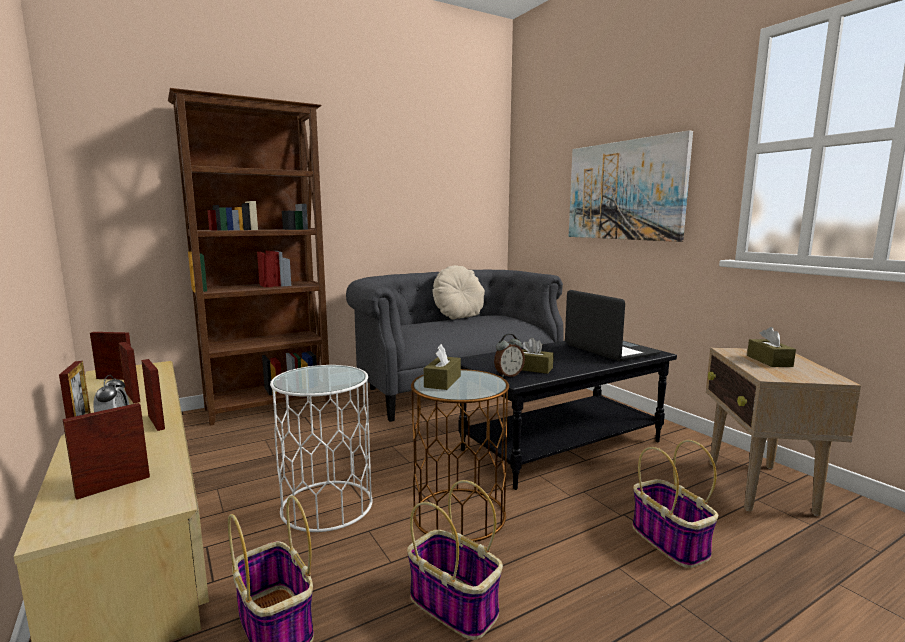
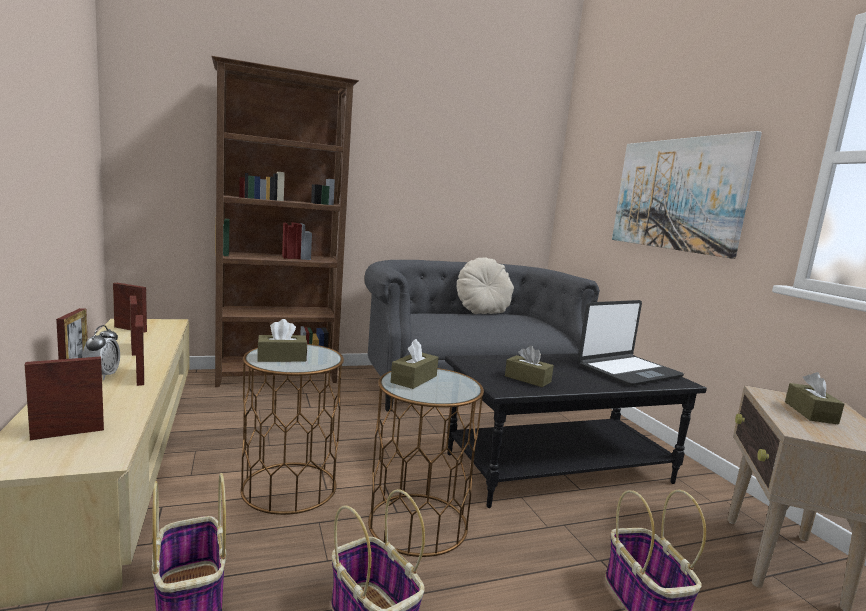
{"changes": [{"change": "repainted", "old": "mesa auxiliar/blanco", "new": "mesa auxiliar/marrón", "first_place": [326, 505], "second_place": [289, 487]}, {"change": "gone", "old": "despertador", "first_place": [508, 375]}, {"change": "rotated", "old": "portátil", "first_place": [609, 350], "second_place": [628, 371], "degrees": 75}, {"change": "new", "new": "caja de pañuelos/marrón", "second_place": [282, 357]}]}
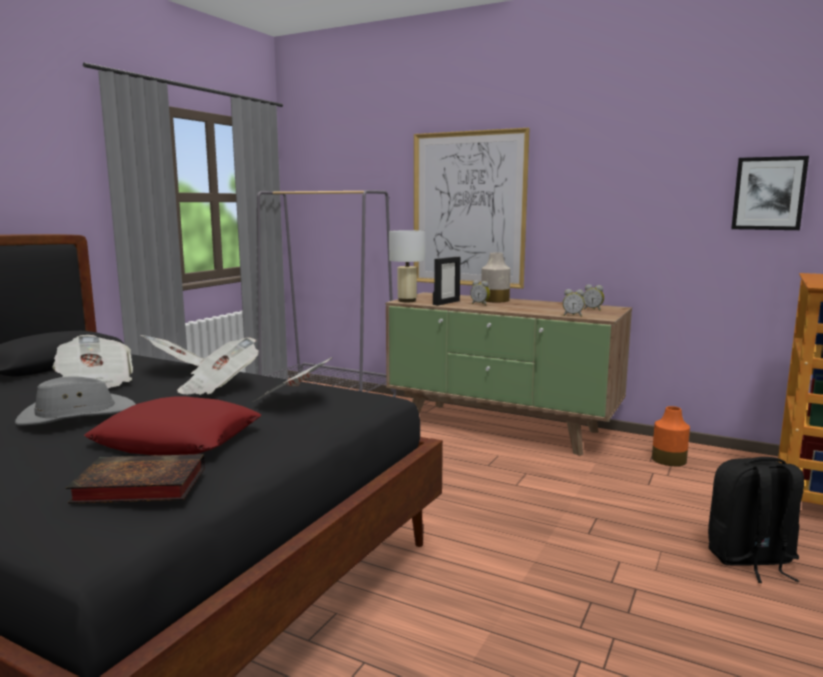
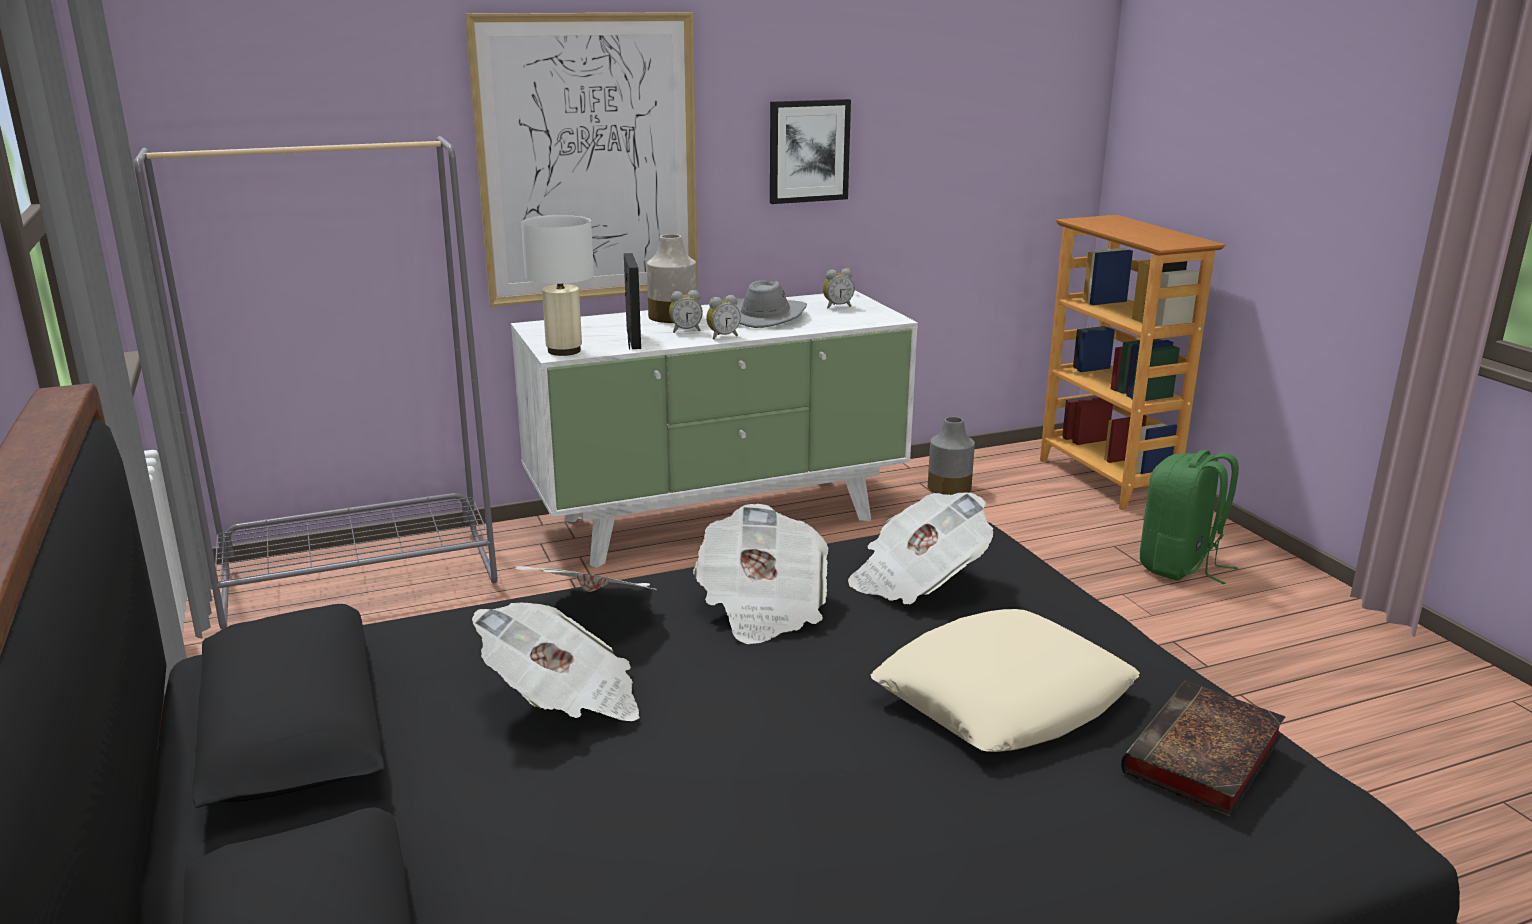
{"changes": [{"change": "shifted", "old": "sombrero/gris", "first_place": [76, 415], "second_place": [765, 316]}, {"change": "repainted", "old": "cojín/rojo", "new": "cojín/beis", "first_place": [178, 440], "second_place": [1003, 697]}, {"change": "repainted", "old": "cómoda/verde", "new": "cómoda/blanco", "first_place": [502, 427], "second_place": [717, 518]}, {"change": "shifted", "old": "despertador", "first_place": [573, 315], "second_place": [722, 336]}, {"change": "repainted", "old": "florero/naranja", "new": "florero/gris", "first_place": [669, 459], "second_place": [949, 487]}, {"change": "repainted", "old": "mochila/negro", "new": "mochila/verde", "first_place": [750, 560], "second_place": [1180, 566]}, {"change": "shifted", "old": "cuadro", "first_place": [768, 193], "second_place": [808, 151]}]}
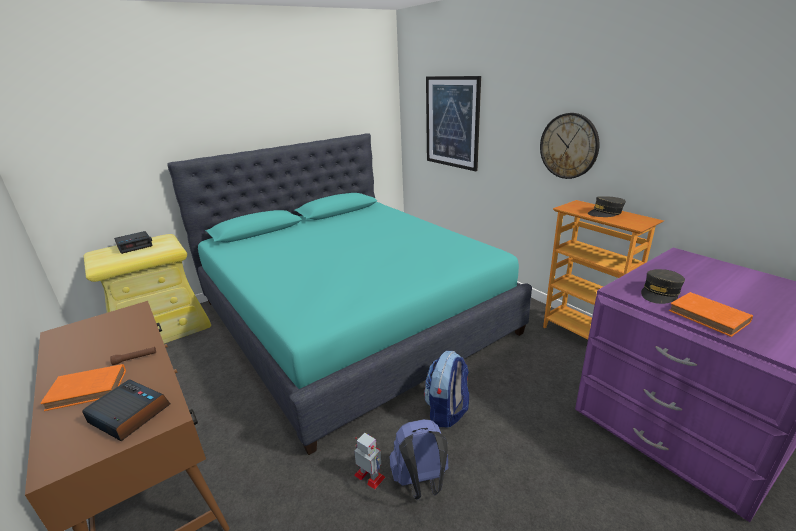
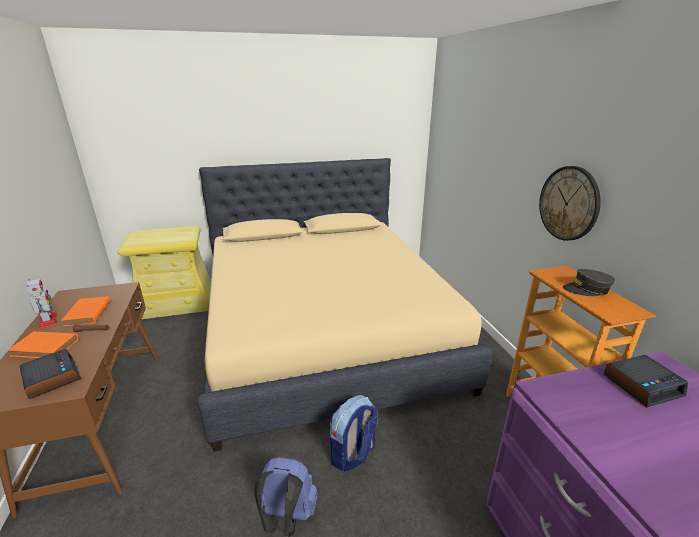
{"changes": [{"change": "shifted", "old": "despertador", "first_place": [135, 245], "second_place": [642, 385]}, {"change": "repainted", "old": "cama/turquesa", "new": "cama/beis", "first_place": [352, 316], "second_place": [324, 330]}, {"change": "shifted", "old": "robot de juguete", "first_place": [370, 476], "second_place": [48, 320]}, {"change": "gone", "old": "cuadro", "first_place": [452, 122]}, {"change": "gone", "old": "gorra/gris", "first_place": [660, 293]}, {"change": "shifted", "old": "libro/naranja", "first_place": [710, 317], "second_place": [87, 314]}]}
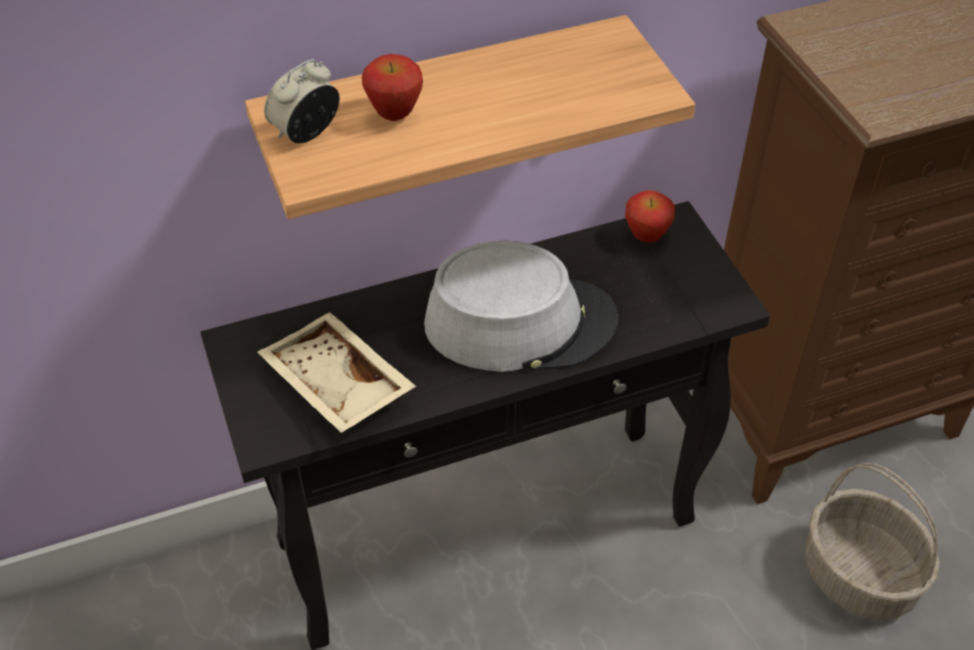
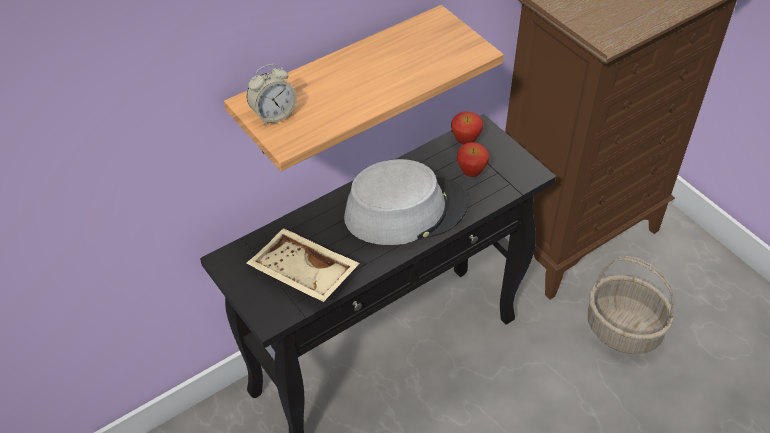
{"changes": [{"change": "rotated", "old": "despertador", "first_place": [306, 133], "second_place": [273, 115], "degrees": -150}, {"change": "shifted", "old": "manzana", "first_place": [395, 115], "second_place": [471, 173]}]}
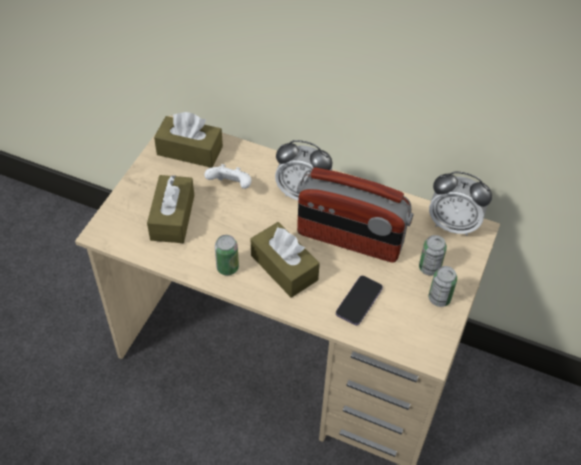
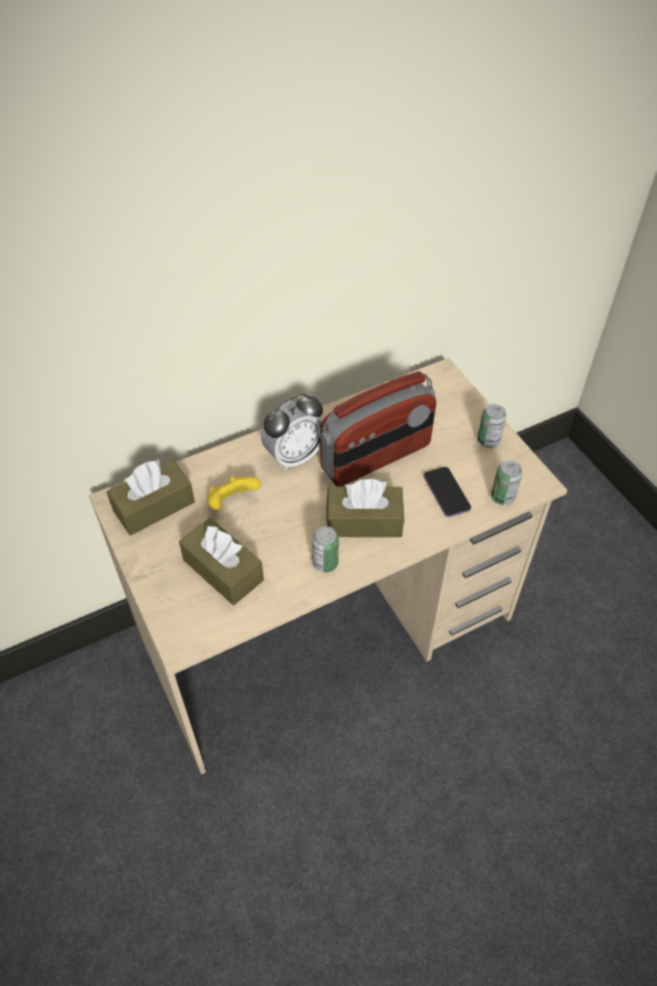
{"changes": [{"change": "repainted", "old": "mando de consola/blanco", "new": "mando de consola/amarillo", "first_place": [230, 186], "second_place": [232, 502]}, {"change": "shifted", "old": "lata", "first_place": [429, 268], "second_place": [502, 497]}, {"change": "gone", "old": "despertador", "first_place": [453, 224]}]}
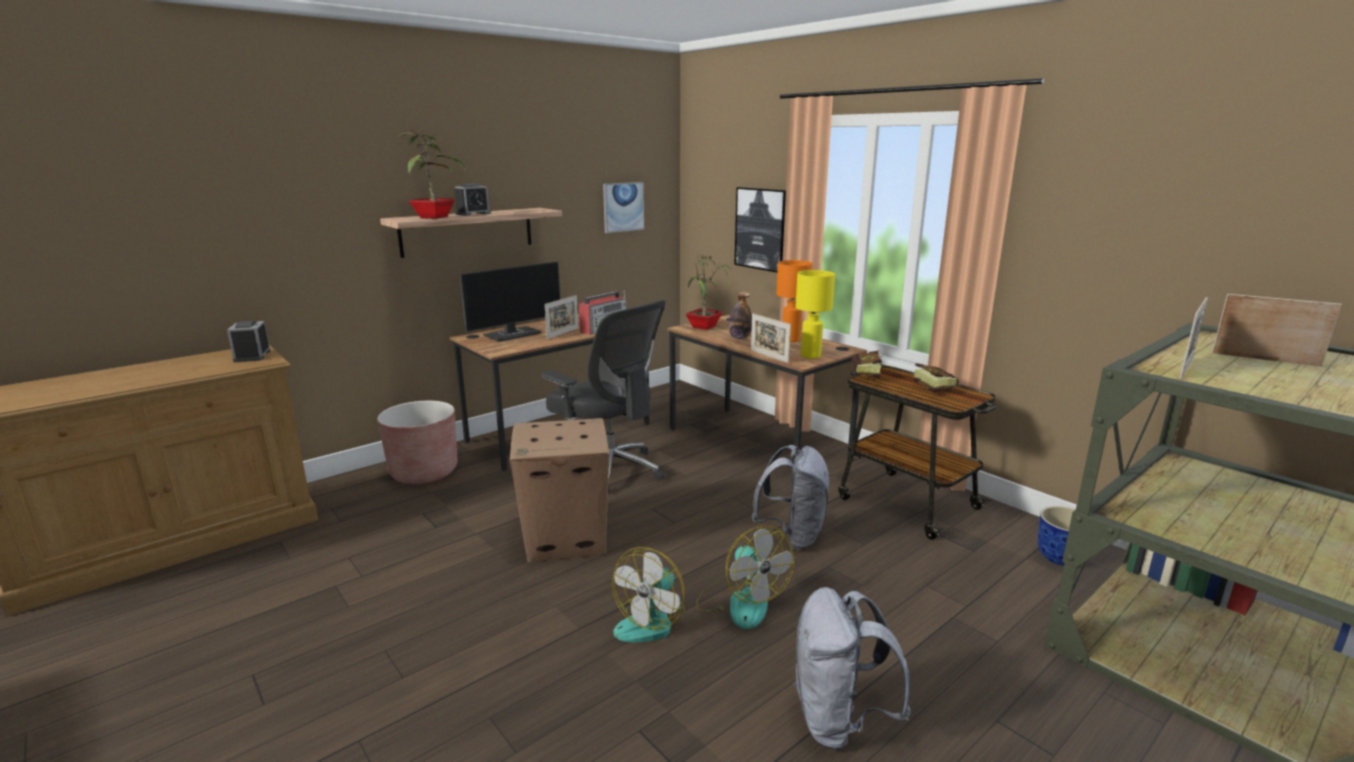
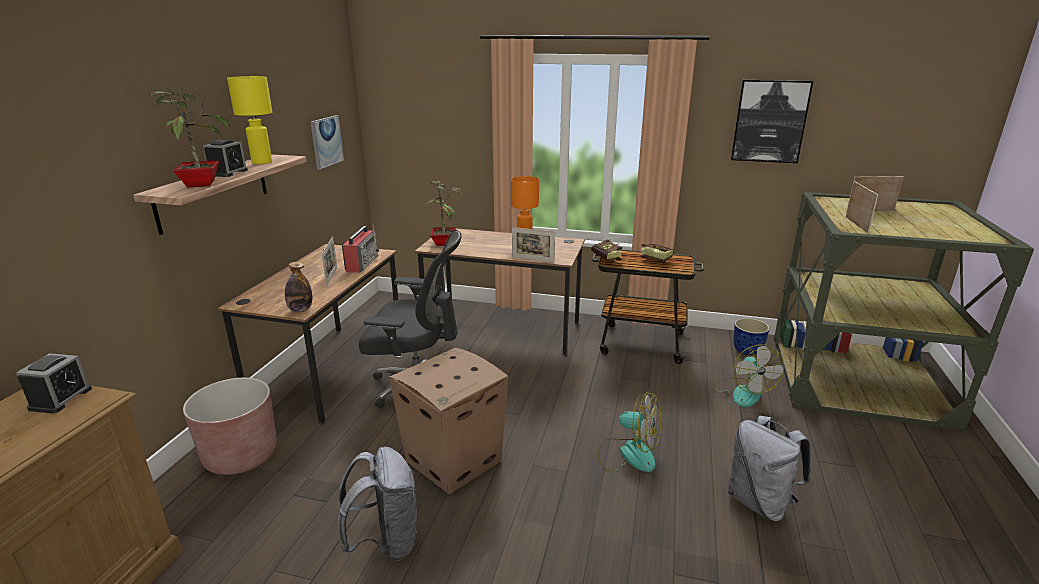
{"changes": [{"change": "rotated", "old": "despertador", "first_place": [252, 356], "second_place": [61, 399], "degrees": -120}, {"change": "gone", "old": "monitor", "first_place": [513, 334]}, {"change": "shifted", "old": "ventilador", "first_place": [651, 621], "second_place": [742, 392]}, {"change": "shifted", "old": "botella", "first_place": [739, 338], "second_place": [300, 310]}, {"change": "shifted", "old": "cuadro", "first_place": [761, 229], "second_place": [770, 121]}, {"change": "shifted", "old": "mochila/gris", "first_place": [792, 536], "second_place": [386, 542]}, {"change": "shifted", "old": "lámpara de mesa/amarillo", "first_place": [810, 356], "second_place": [262, 162]}]}
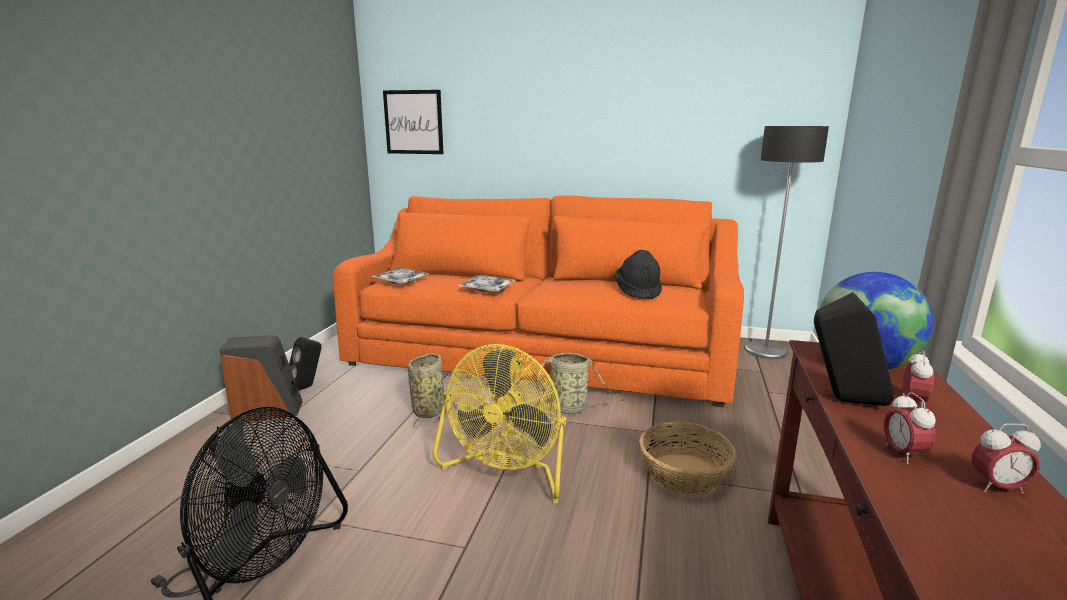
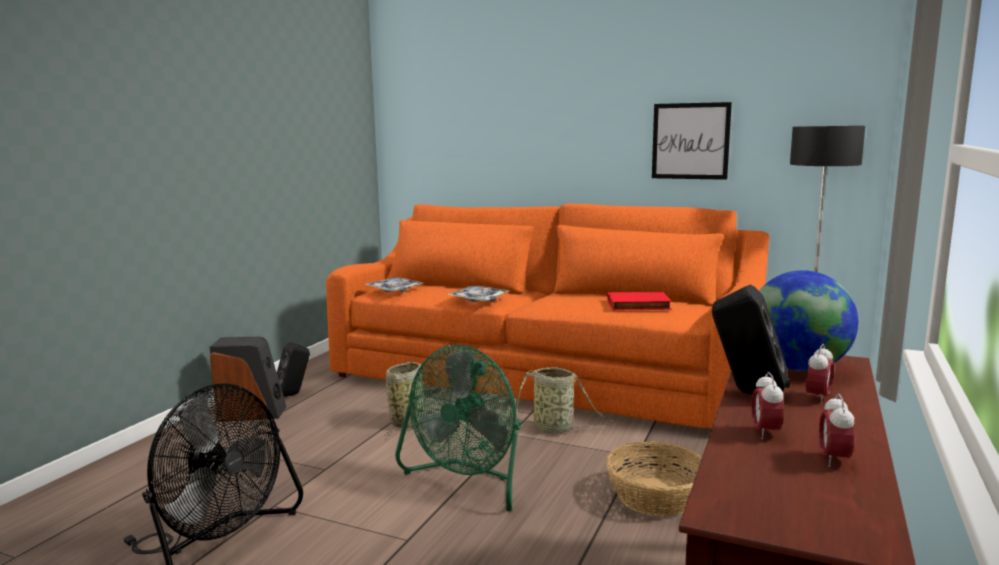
{"changes": [{"change": "shifted", "old": "cuadro", "first_place": [413, 122], "second_place": [690, 141]}, {"change": "repainted", "old": "ventilador/amarillo", "new": "ventilador/verde", "first_place": [504, 469], "second_place": [467, 478]}, {"change": "swapped", "old": "sombrero/negro", "new": "libro/rojo", "first_place": [638, 291], "second_place": [638, 306]}, {"change": "rotated", "old": "despertador", "first_place": [997, 487], "second_place": [833, 459], "degrees": 90}]}
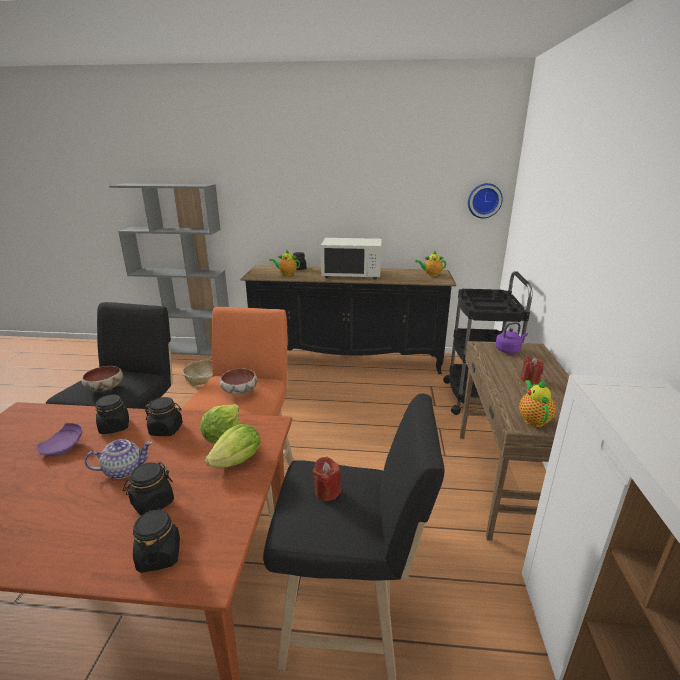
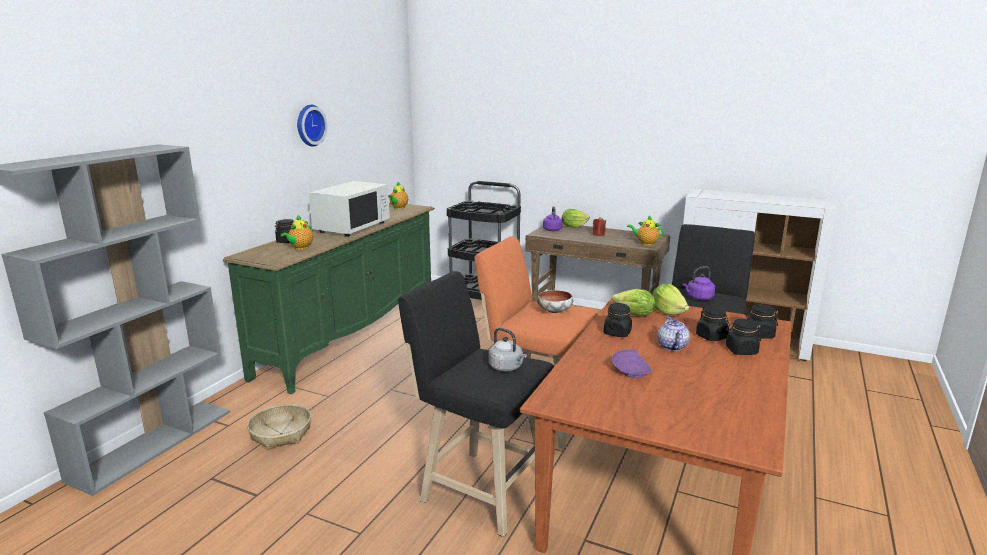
{"changes": [{"change": "swapped", "old": "cuenco", "new": "hervidor/gris", "first_place": [105, 389], "second_place": [507, 367]}, {"change": "shifted", "old": "tarro/negro", "first_place": [114, 426], "second_place": [741, 351]}, {"change": "repainted", "old": "cómoda/negro", "new": "cómoda/verde", "first_place": [347, 361], "second_place": [353, 337]}, {"change": "swapped", "old": "vela/rojo", "new": "hervidor/morado", "first_place": [327, 491], "second_place": [698, 298]}, {"change": "shifted", "old": "reloj de pared", "first_place": [484, 200], "second_place": [309, 125]}, {"change": "new", "new": "lechuga", "second_place": [573, 226]}]}
